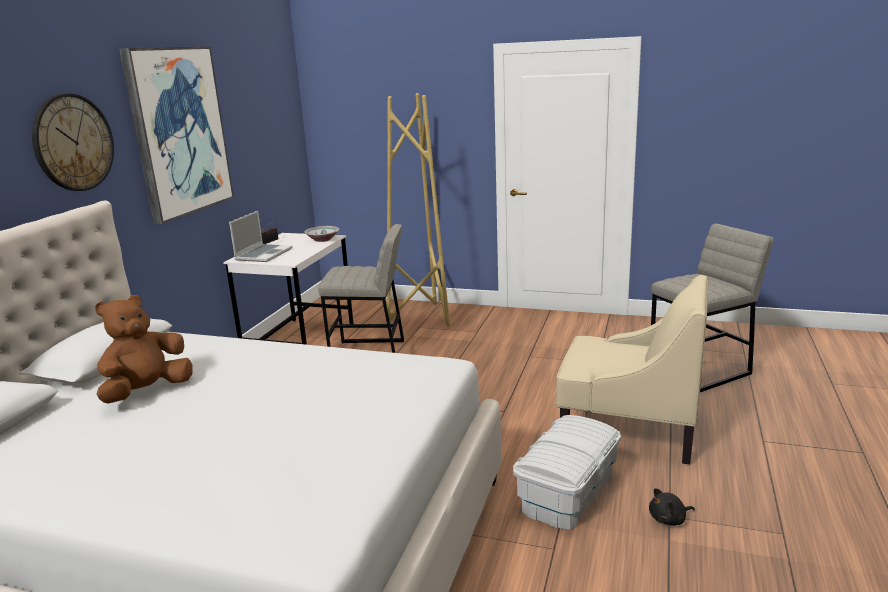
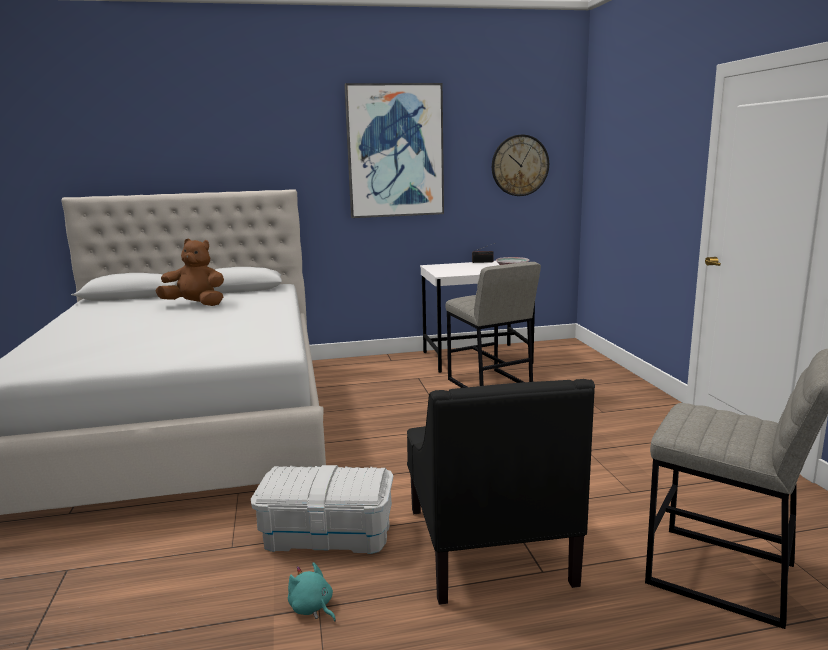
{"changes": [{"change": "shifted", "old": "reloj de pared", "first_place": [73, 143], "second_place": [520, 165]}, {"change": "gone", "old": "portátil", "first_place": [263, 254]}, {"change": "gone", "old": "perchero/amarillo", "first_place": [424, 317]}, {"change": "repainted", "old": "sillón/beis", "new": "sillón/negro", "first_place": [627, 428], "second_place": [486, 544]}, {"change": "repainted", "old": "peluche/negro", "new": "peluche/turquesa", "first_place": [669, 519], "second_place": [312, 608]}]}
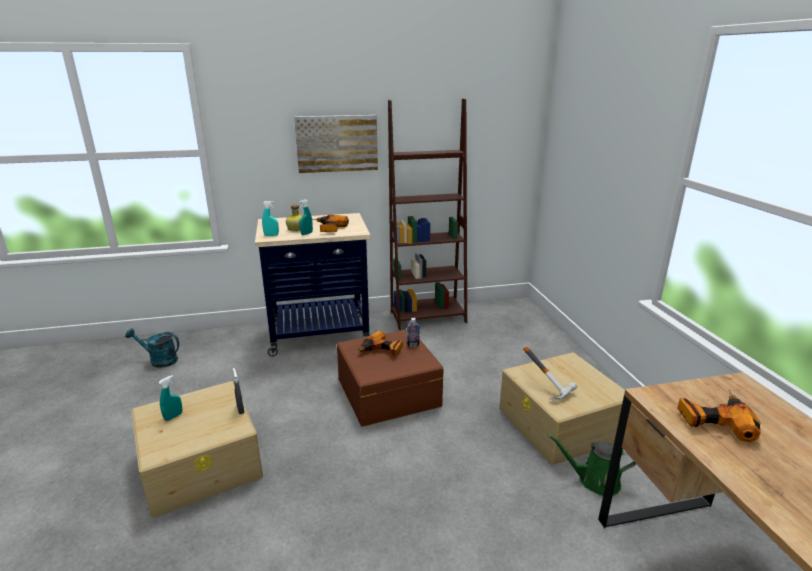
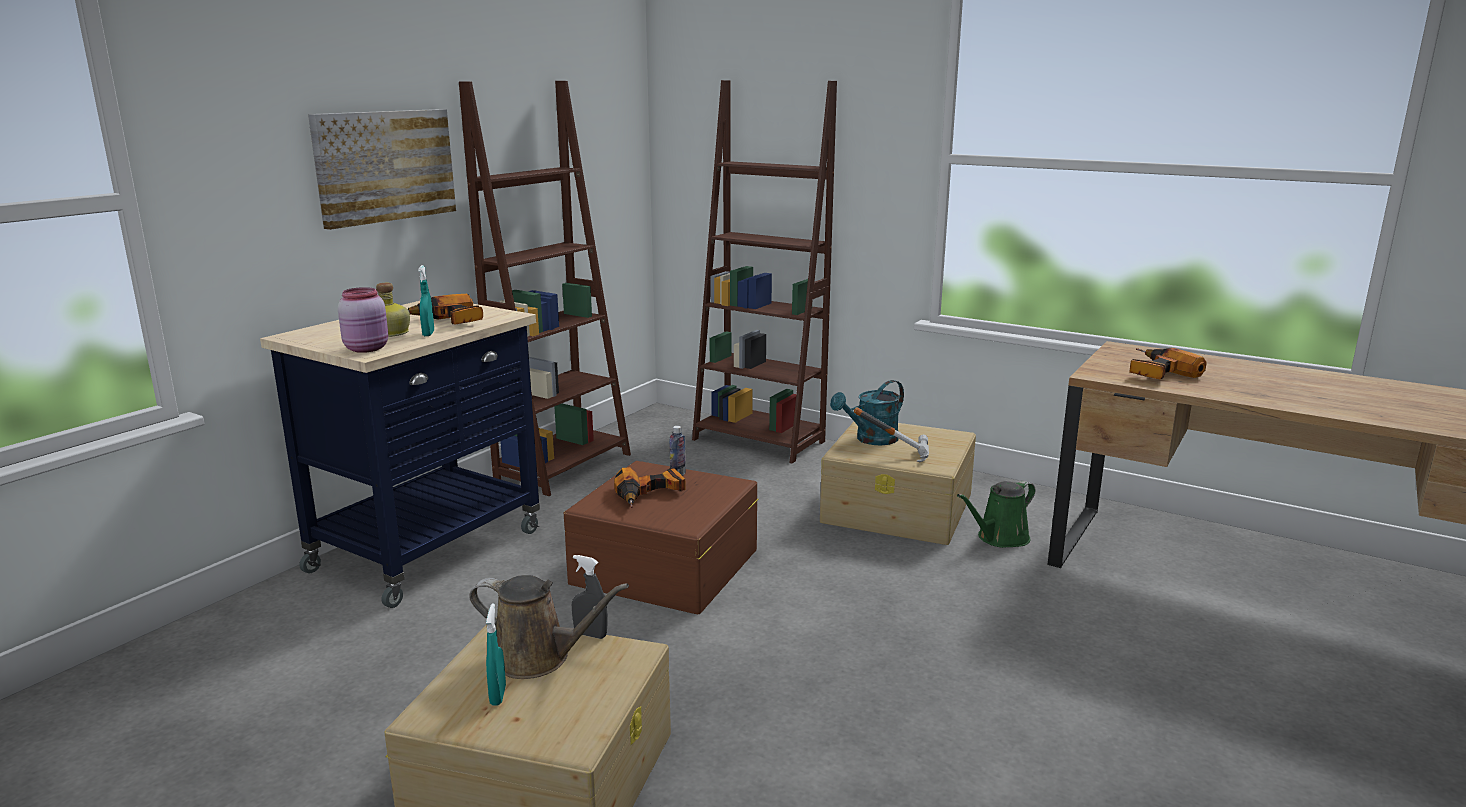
{"changes": [{"change": "shifted", "old": "regadera/turquesa", "first_place": [159, 360], "second_place": [871, 440]}, {"change": "swapped", "old": "pulverizador/turquesa", "new": "tarro/rosa", "first_place": [271, 235], "second_place": [368, 348]}, {"change": "new", "new": "regadera/marrón", "second_place": [538, 658]}, {"change": "new", "new": "estantería/marrón", "second_place": [758, 440]}]}
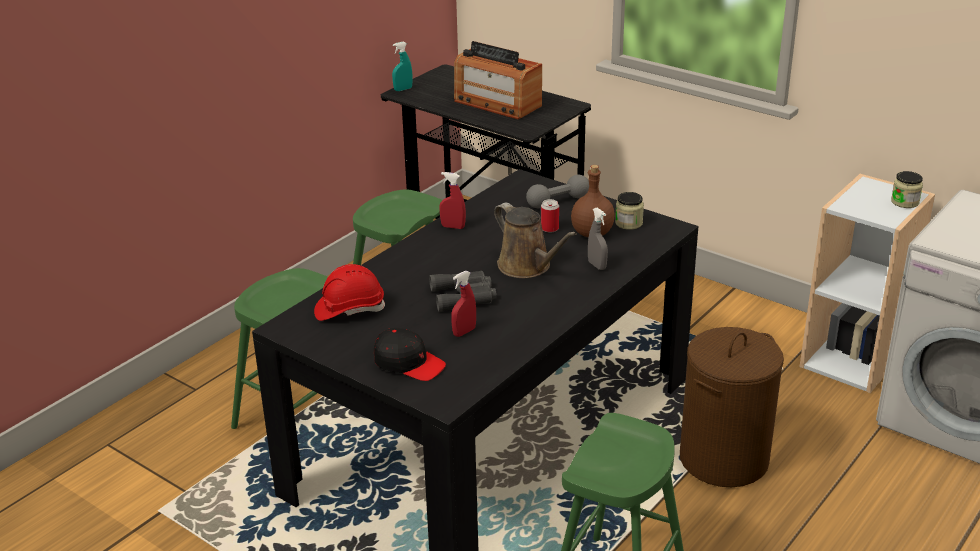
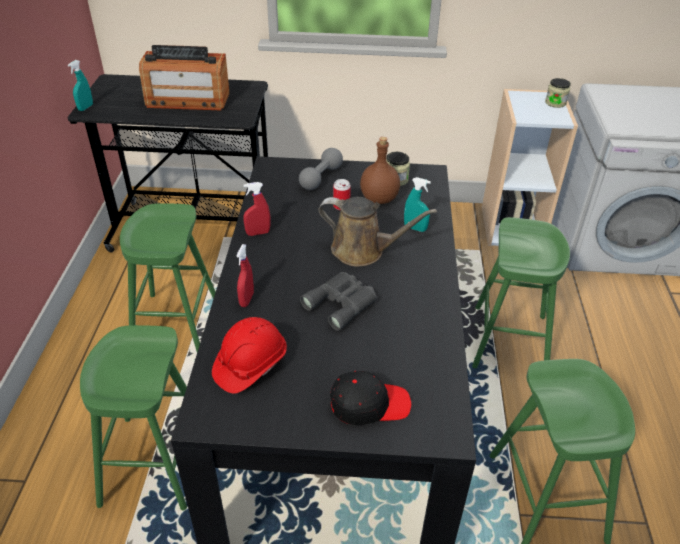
{"changes": [{"change": "shifted", "old": "pulverizador/rojo", "first_place": [464, 332], "second_place": [246, 299]}, {"change": "repainted", "old": "pulverizador/gris", "new": "pulverizador/turquesa", "first_place": [597, 265], "second_place": [415, 228]}, {"change": "swapped", "old": "cesto de la ropa/marrón", "new": "taburete/verde", "first_place": [723, 459], "second_place": [509, 341]}]}
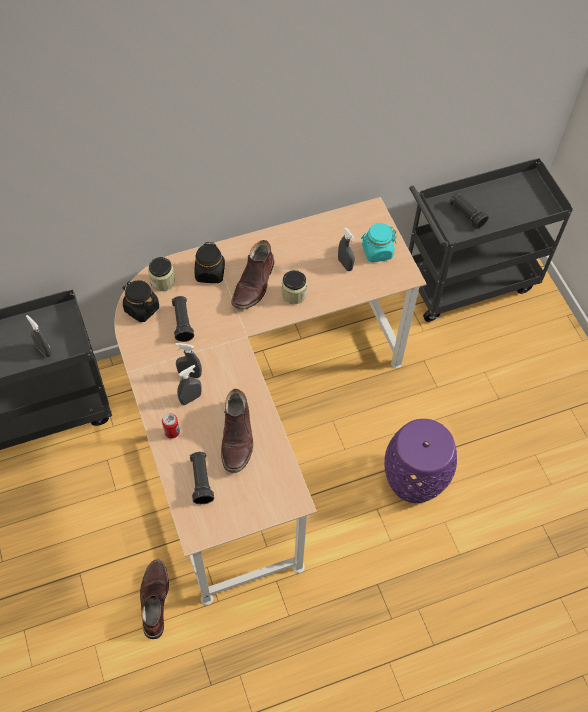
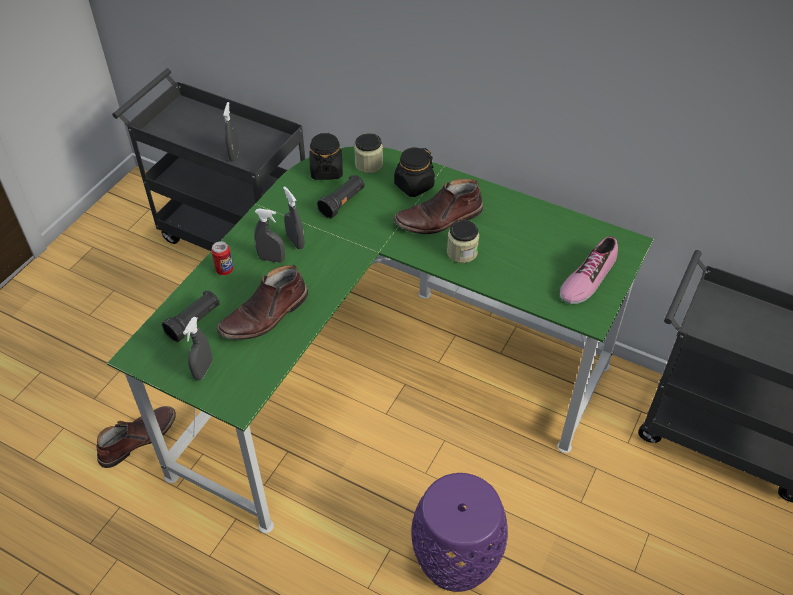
{"changes": [{"change": "repainted", "old": "escritorio/beis", "new": "escritorio/verde", "first_place": [253, 417], "second_place": [382, 378]}, {"change": "shifted", "old": "pulverizador/gris", "first_place": [345, 264], "second_place": [203, 370]}, {"change": "swapped", "old": "tarro/turquesa", "new": "zapato", "first_place": [377, 252], "second_place": [587, 278]}, {"change": "gone", "old": "linterna/negro", "first_place": [466, 215]}]}
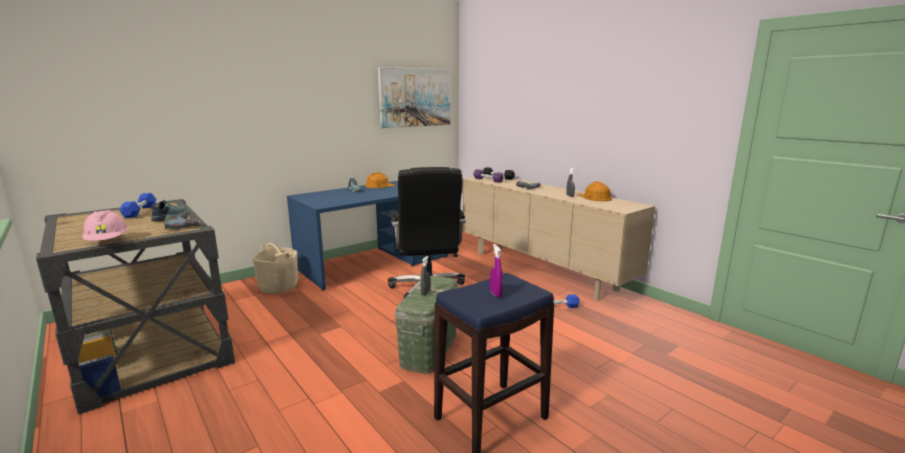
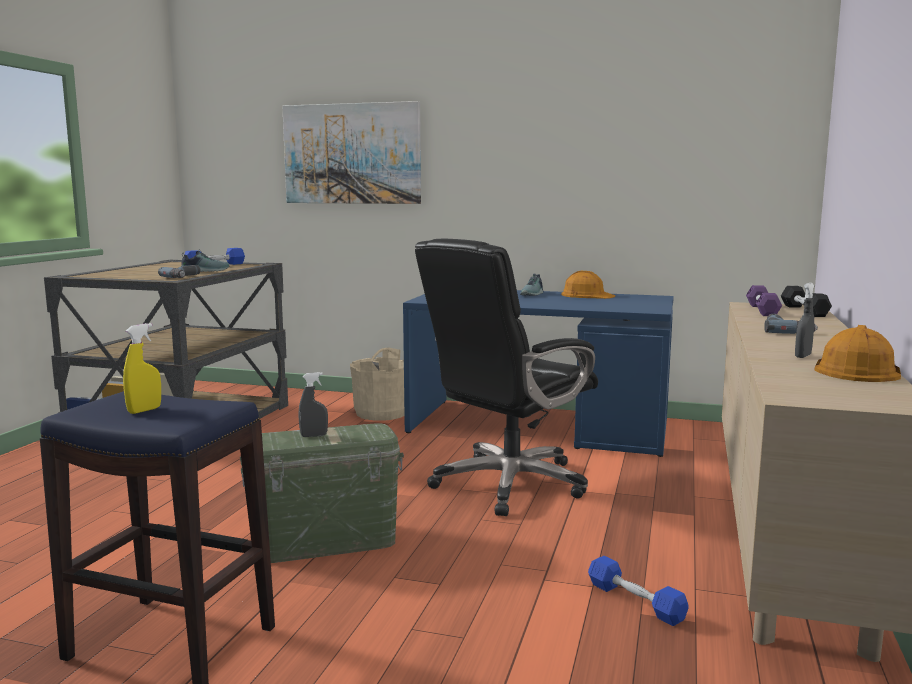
{"changes": [{"change": "gone", "old": "casco/rosa", "first_place": [107, 242]}, {"change": "shifted", "old": "cuadro", "first_place": [415, 97], "second_place": [352, 154]}, {"change": "repainted", "old": "pulverizador/morado", "new": "pulverizador/amarillo", "first_place": [495, 294], "second_place": [144, 410]}]}
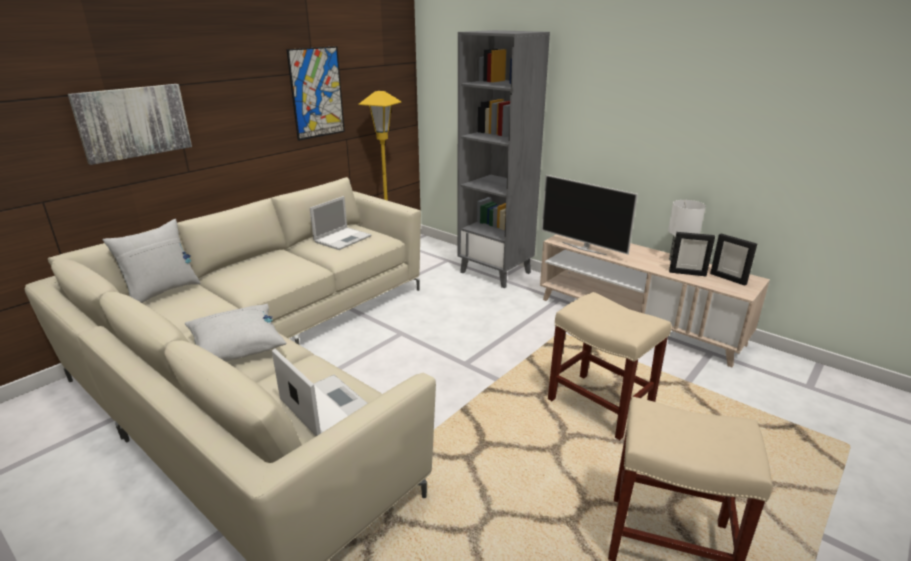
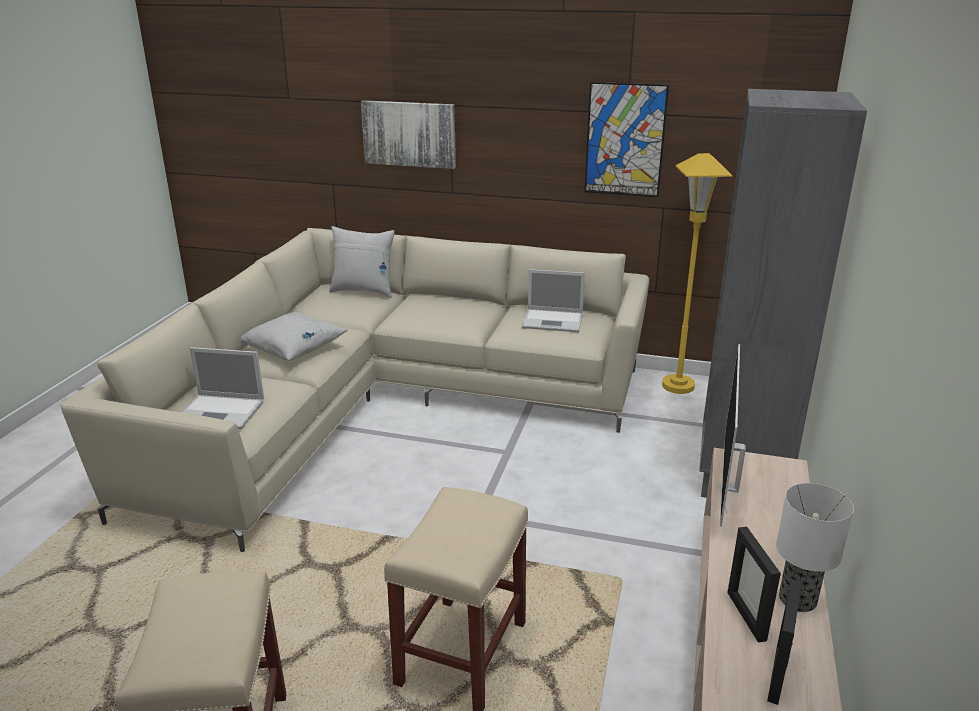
{"changes": [{"change": "rotated", "old": "portátil", "first_place": [325, 406], "second_place": [221, 412], "degrees": 75}]}
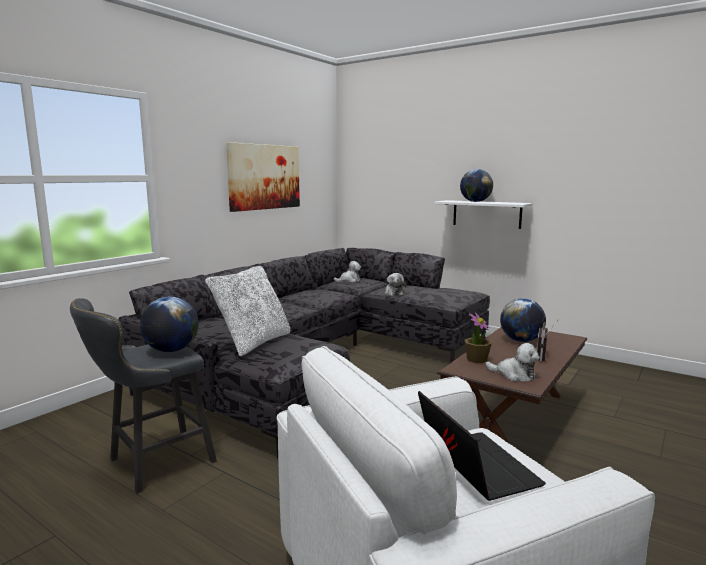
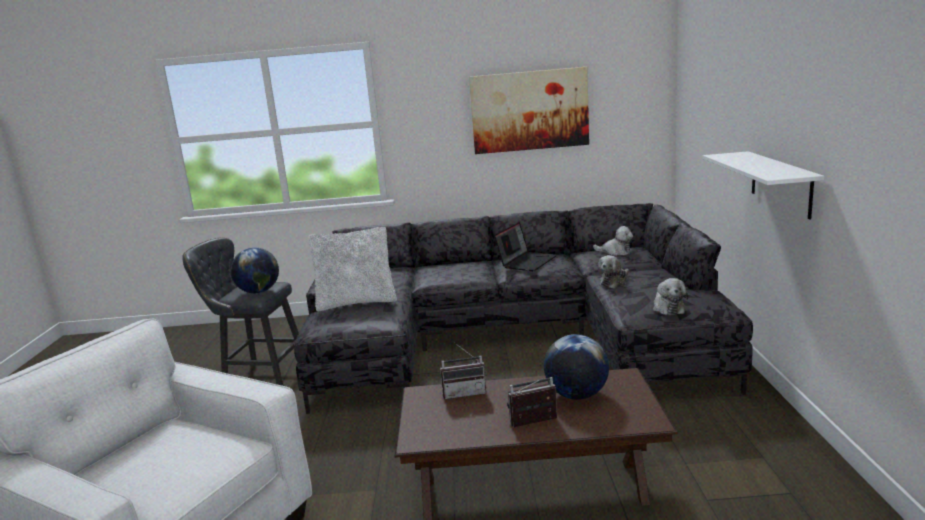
{"changes": [{"change": "shifted", "old": "portátil", "first_place": [474, 466], "second_place": [526, 261]}, {"change": "gone", "old": "globo terráqueo", "first_place": [475, 201]}, {"change": "swapped", "old": "planta en maceta", "new": "radio", "first_place": [476, 359], "second_place": [464, 392]}, {"change": "shifted", "old": "peluche", "first_place": [514, 375], "second_place": [667, 308]}]}
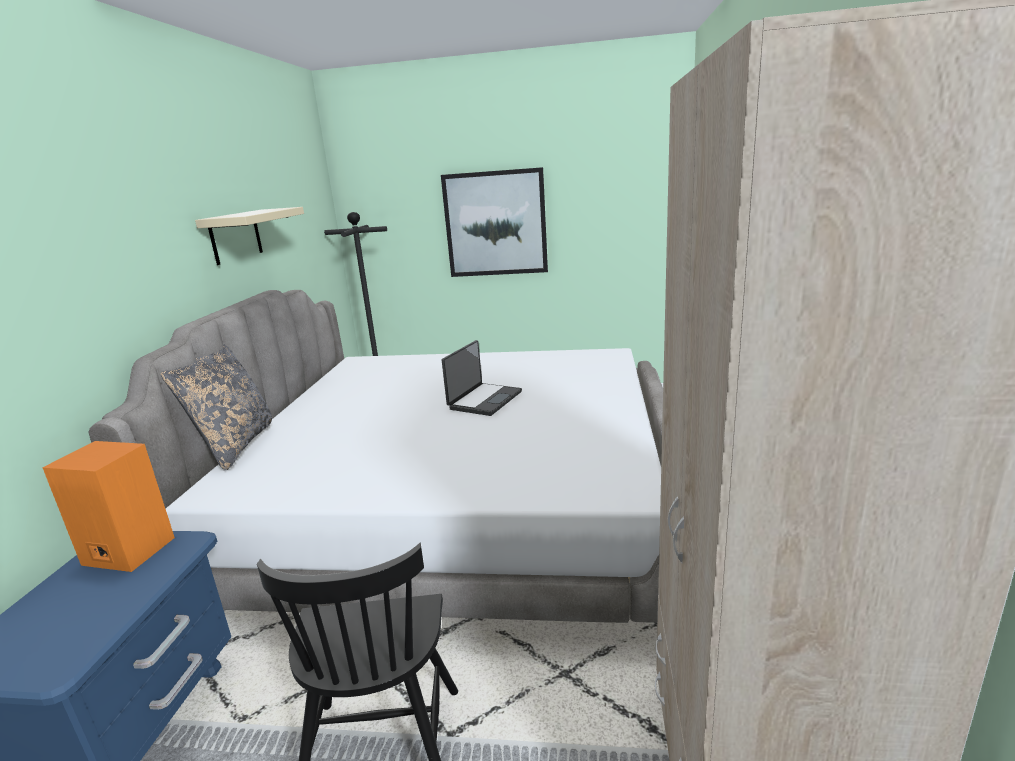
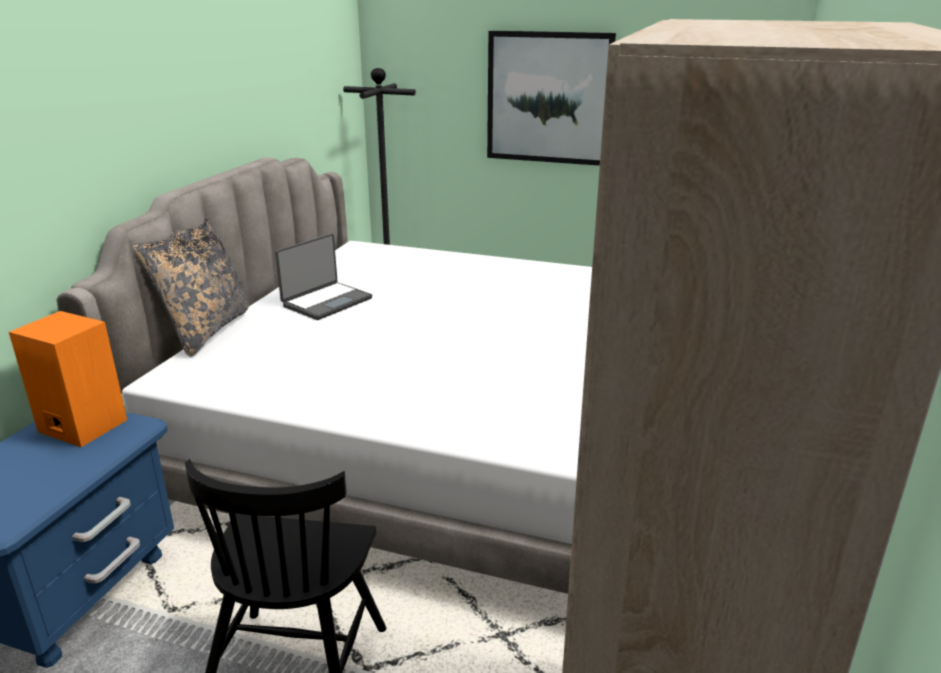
{"changes": [{"change": "gone", "old": "estante/beis", "first_place": [235, 236]}, {"change": "shifted", "old": "portátil", "first_place": [484, 400], "second_place": [326, 302]}]}
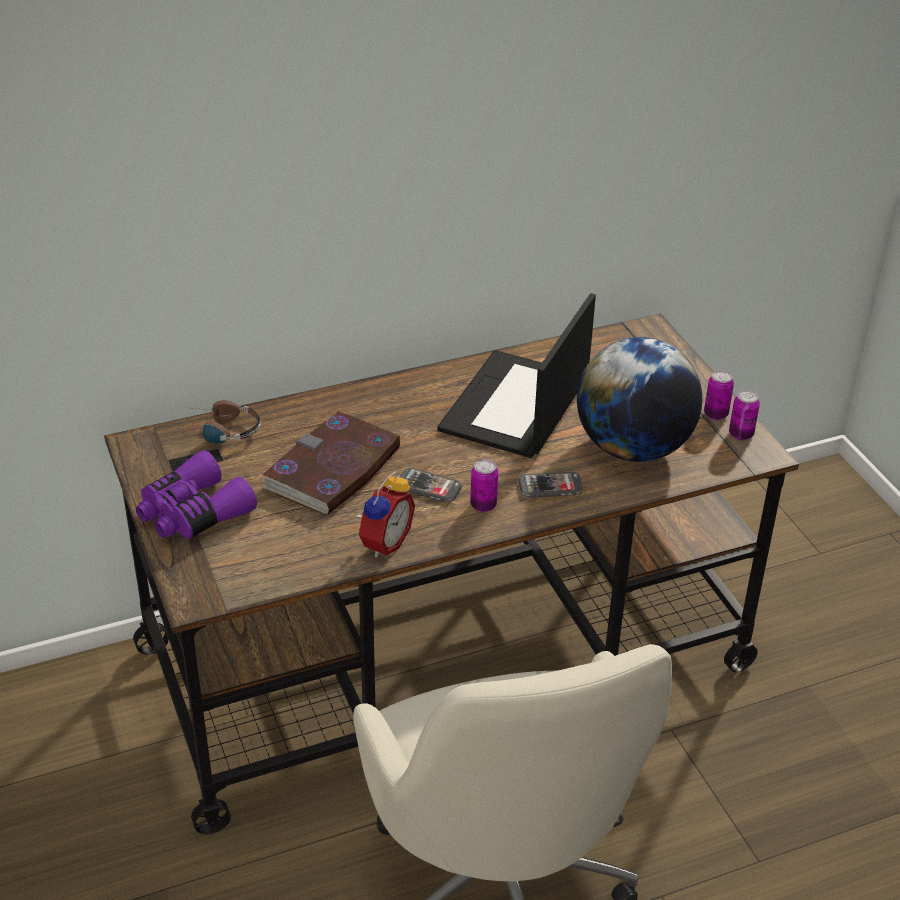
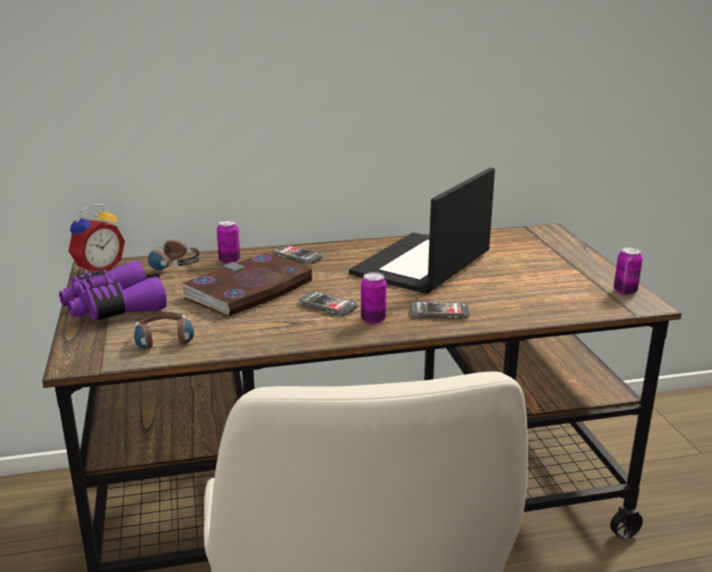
{"changes": [{"change": "shifted", "old": "despertador", "first_place": [383, 542], "second_place": [98, 269]}, {"change": "gone", "old": "globo terráqueo", "first_place": [633, 448]}, {"change": "shifted", "old": "lata", "first_place": [716, 414], "second_place": [229, 261]}, {"change": "new", "new": "auriculares", "second_place": [165, 343]}, {"change": "new", "new": "móvil", "second_place": [297, 256]}]}
